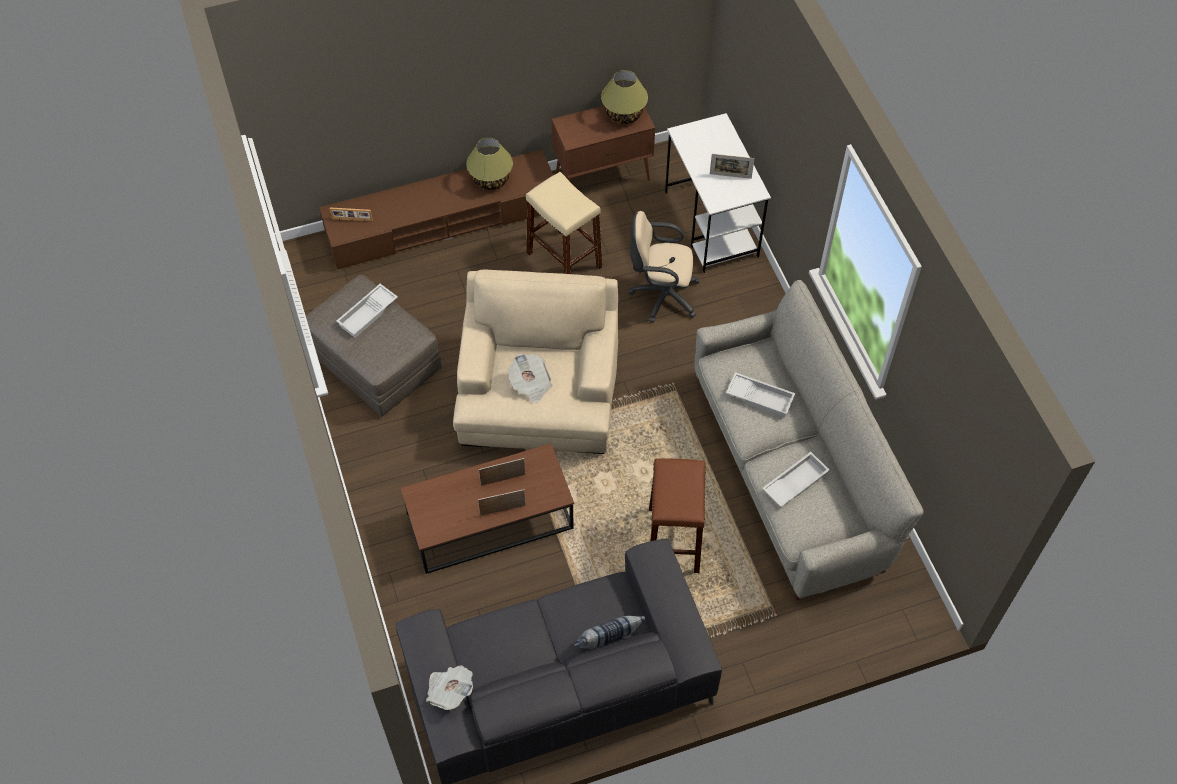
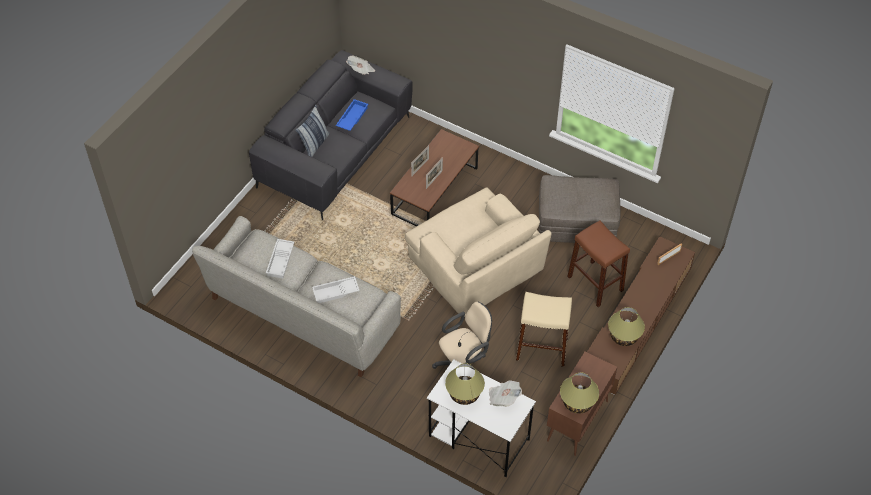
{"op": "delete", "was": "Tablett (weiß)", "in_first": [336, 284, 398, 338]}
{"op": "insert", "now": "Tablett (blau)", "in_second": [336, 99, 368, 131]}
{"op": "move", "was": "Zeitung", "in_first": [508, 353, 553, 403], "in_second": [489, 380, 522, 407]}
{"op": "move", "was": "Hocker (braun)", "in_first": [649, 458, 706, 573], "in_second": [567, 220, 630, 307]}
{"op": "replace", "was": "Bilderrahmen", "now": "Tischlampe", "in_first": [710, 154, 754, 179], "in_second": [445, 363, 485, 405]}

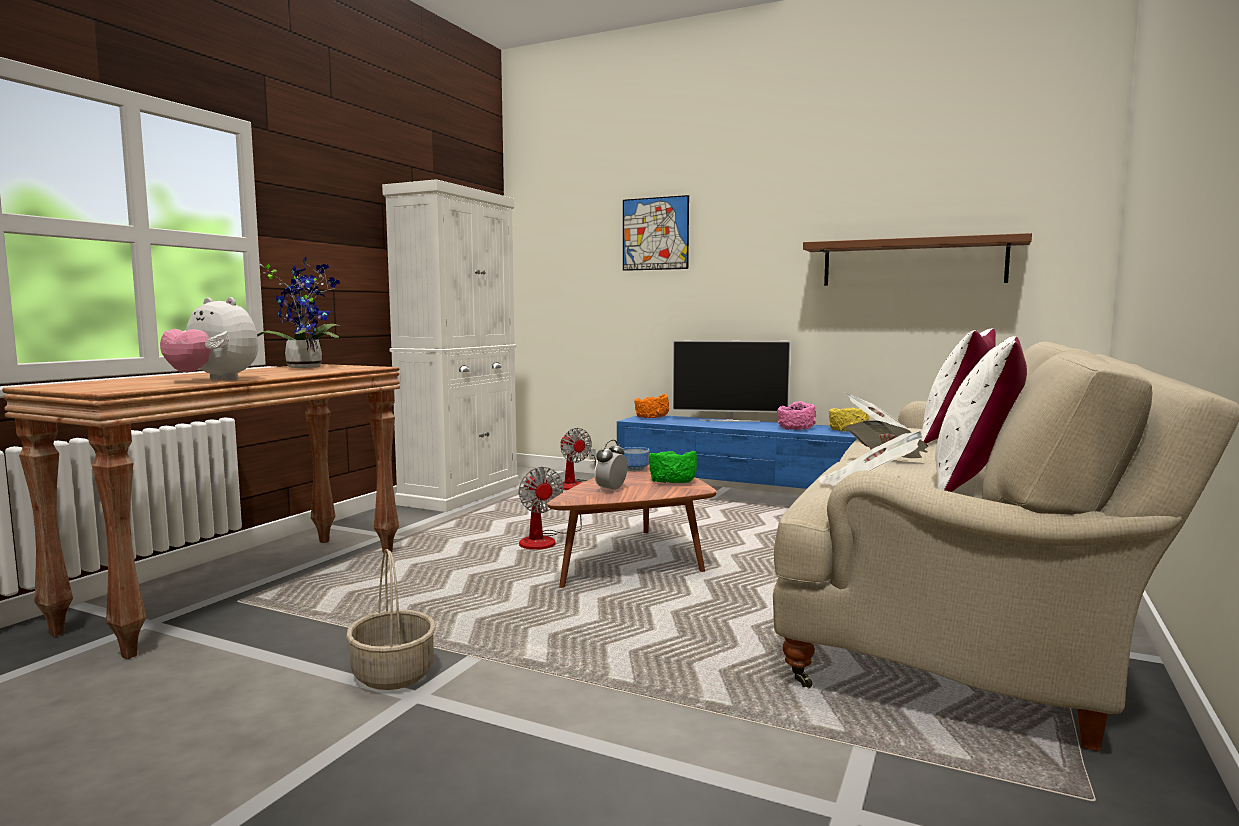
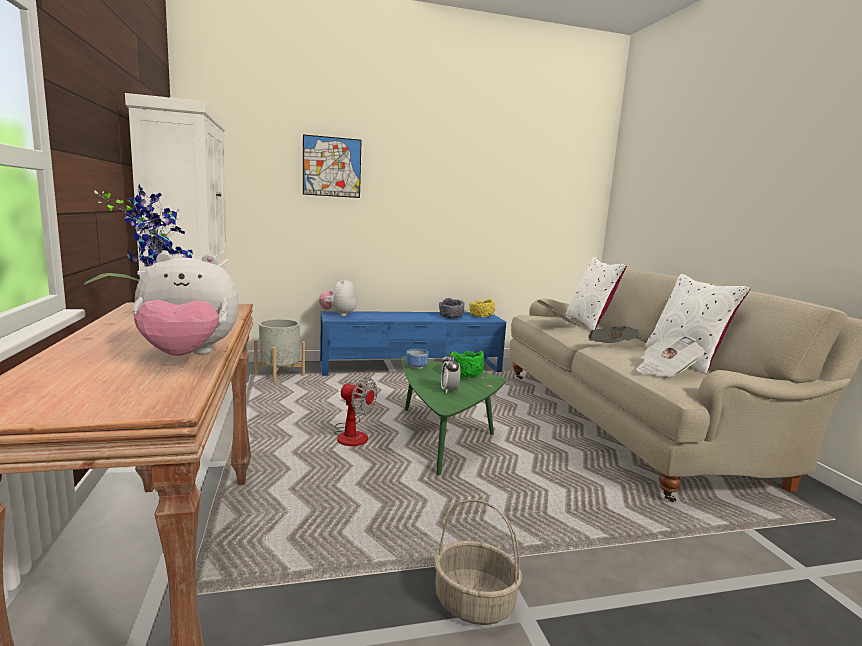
{"op": "delete", "was": "Fernseher", "in_first": [672, 340, 791, 422]}
{"op": "delete", "was": "Wandregal (braun)", "in_first": [803, 233, 1032, 286]}
{"op": "replace", "was": "Ventilator", "now": "Pflanzkübel (grau)", "in_first": [559, 428, 596, 490], "in_second": [254, 319, 305, 383]}
{"op": "replace", "was": "Schüssel (orange)", "now": "Plüschtier", "in_first": [634, 394, 669, 418], "in_second": [319, 278, 357, 316]}
{"op": "recolor", "was": "Couchtisch (braun)", "now": "Couchtisch (grün)", "in_first": [547, 465, 717, 588], "in_second": [402, 356, 506, 475]}
{"op": "recolor", "was": "Schüssel (rosa)", "now": "Schüssel (grau)", "in_first": [777, 401, 816, 430], "in_second": [439, 298, 464, 319]}

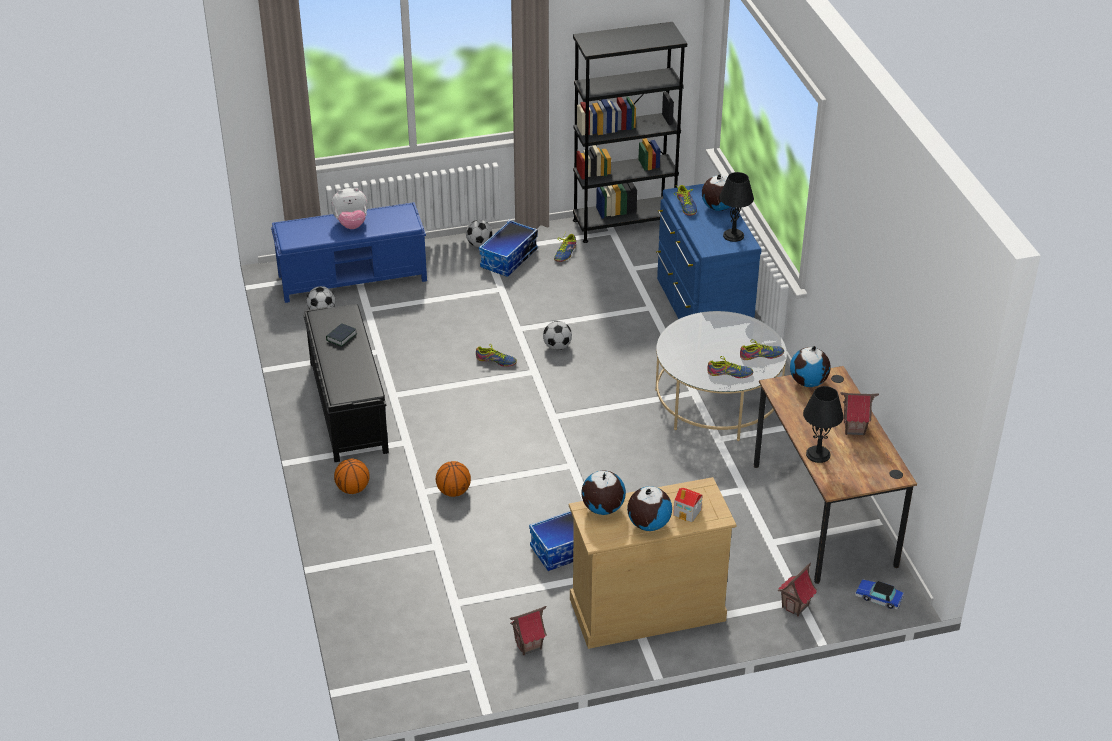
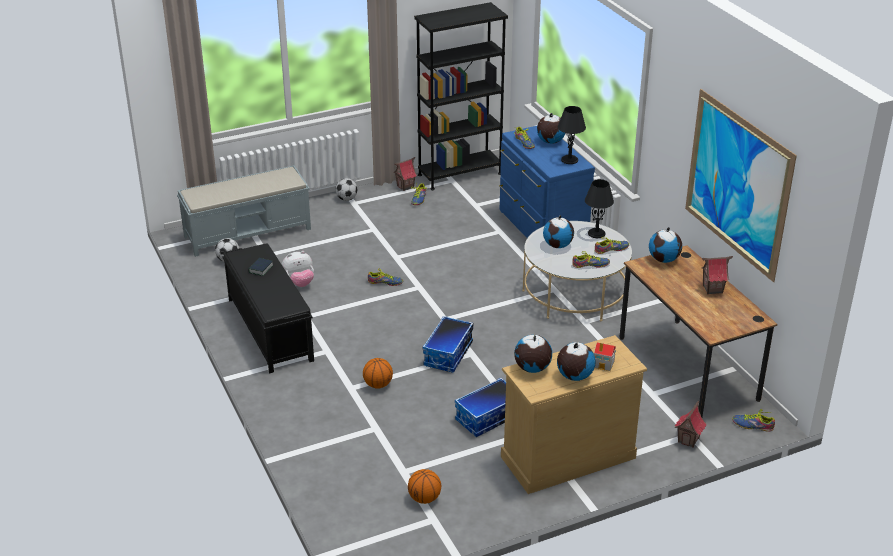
{"op": "delete", "was": "Fußball", "in_first": [543, 321, 572, 350]}
{"op": "insert", "now": "Globus", "in_second": [543, 215, 574, 248]}
{"op": "insert", "now": "Bild", "in_second": [685, 89, 797, 282]}
{"op": "move", "was": "Plüschtier", "in_first": [331, 188, 368, 229], "in_second": [282, 251, 314, 287]}
{"op": "move", "was": "Basketball", "in_first": [334, 459, 370, 494], "in_second": [408, 469, 441, 504]}
{"op": "move", "was": "Aufbewahrungsbox", "in_first": [479, 220, 538, 277], "in_second": [423, 316, 473, 373]}
{"op": "move", "was": "Spielzeughaus", "in_first": [510, 606, 547, 655], "in_second": [393, 157, 417, 191]}
{"op": "move", "was": "Tischlampe (schwarz)", "in_first": [803, 386, 844, 463], "in_second": [585, 179, 614, 238]}
{"op": "replace", "was": "Spielzeugauto", "now": "Schuh", "in_first": [855, 579, 904, 610], "in_second": [732, 409, 775, 432]}
{"op": "recolor", "was": "Bank (blau)", "now": "Bank (grau)", "in_first": [271, 202, 427, 303], "in_second": [177, 165, 311, 257]}

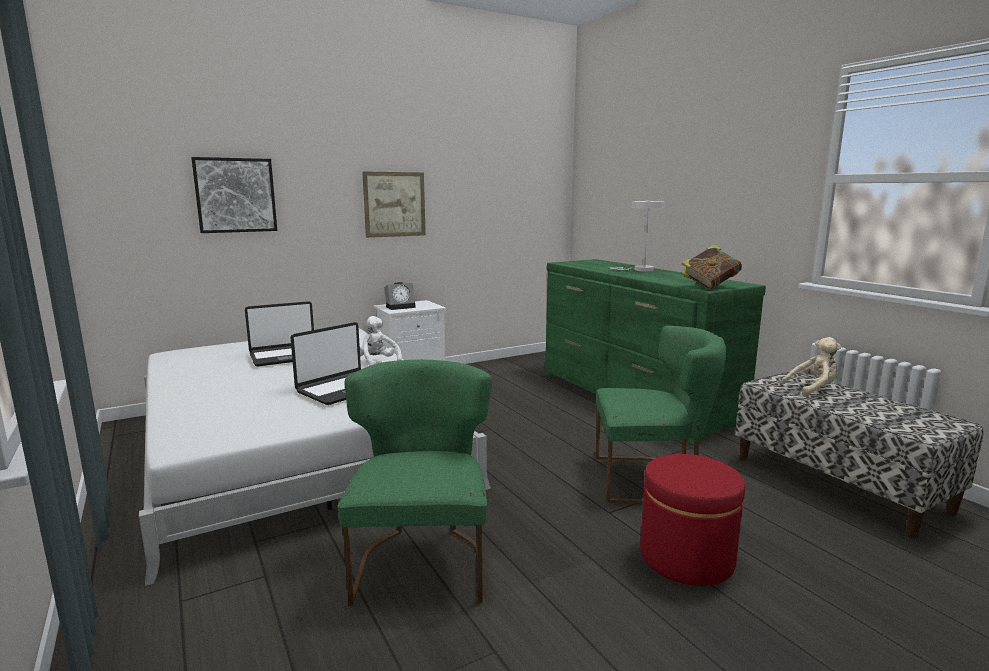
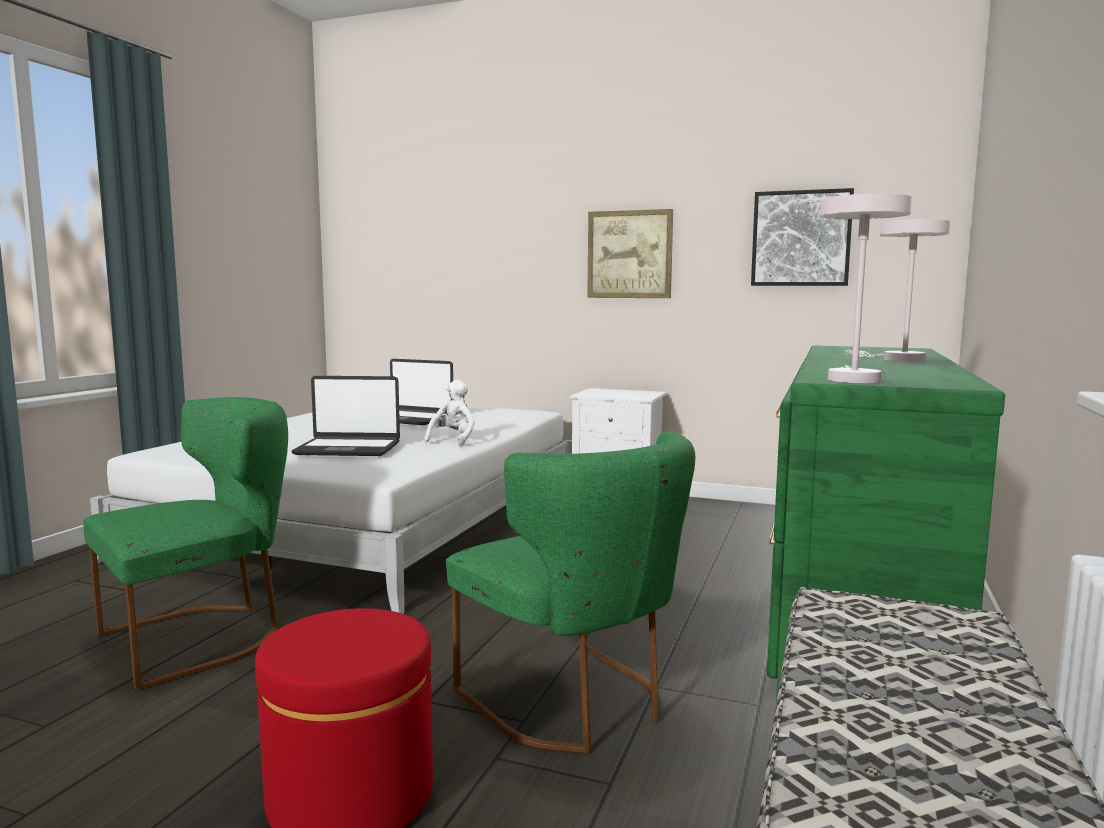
{"op": "delete", "was": "Wecker", "in_first": [384, 282, 416, 310]}
{"op": "delete", "was": "Plüschtier (beige)", "in_first": [781, 337, 841, 397]}
{"op": "move", "was": "Bild", "in_first": [191, 157, 277, 233], "in_second": [751, 188, 854, 286]}
{"op": "replace", "was": "Buch", "now": "Tischlampe (weiß)", "in_first": [681, 244, 742, 290], "in_second": [821, 193, 912, 383]}

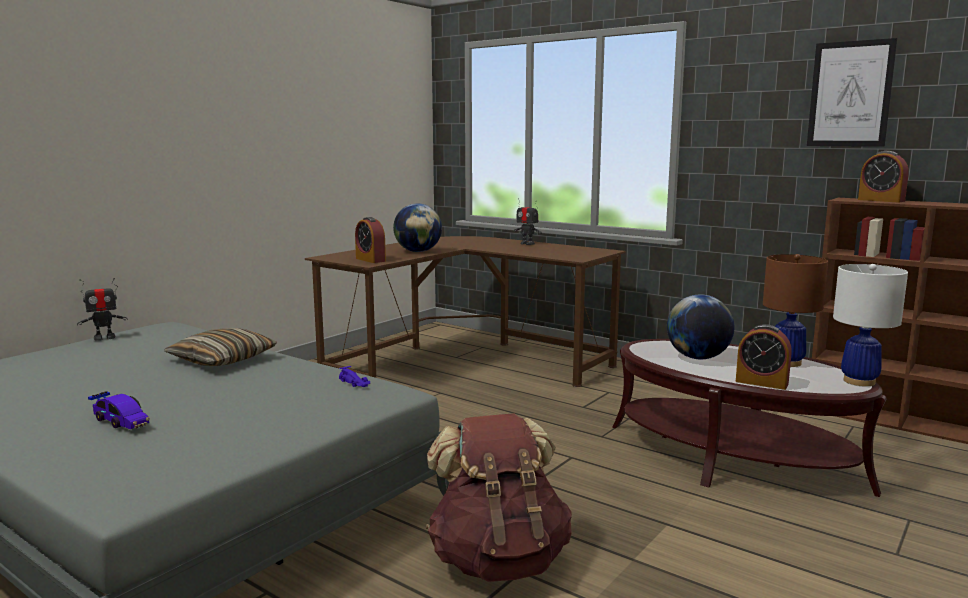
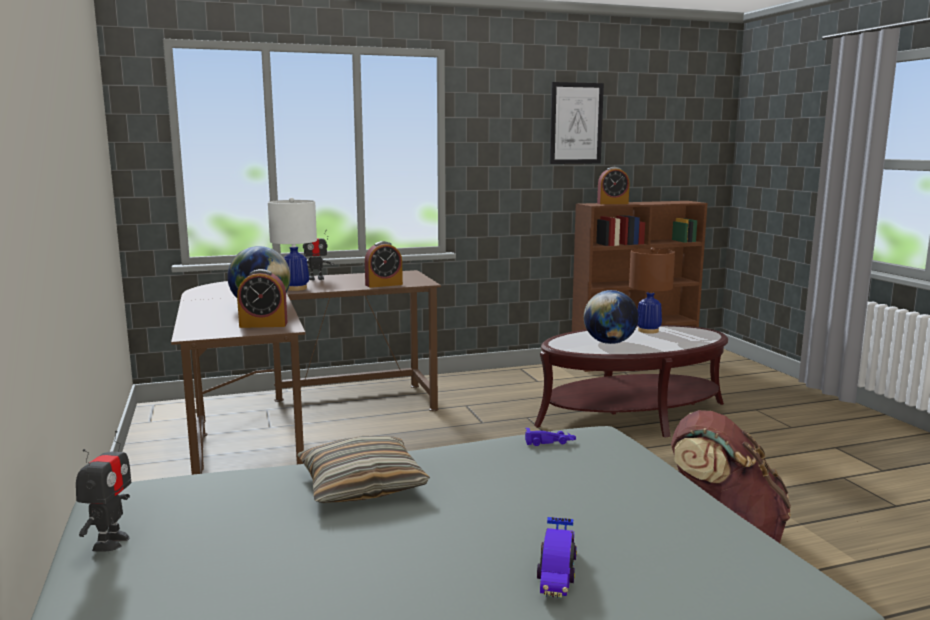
{"op": "move", "was": "Wecker", "in_first": [736, 324, 792, 390], "in_second": [365, 241, 403, 288]}
{"op": "move", "was": "Tischlampe (weiß)", "in_first": [833, 264, 908, 386], "in_second": [268, 198, 317, 291]}
{"op": "rotate", "was": "Spielzeugauto", "in_first": [88, 391, 150, 429], "in_second": [537, 517, 577, 598], "clockwise": 120}

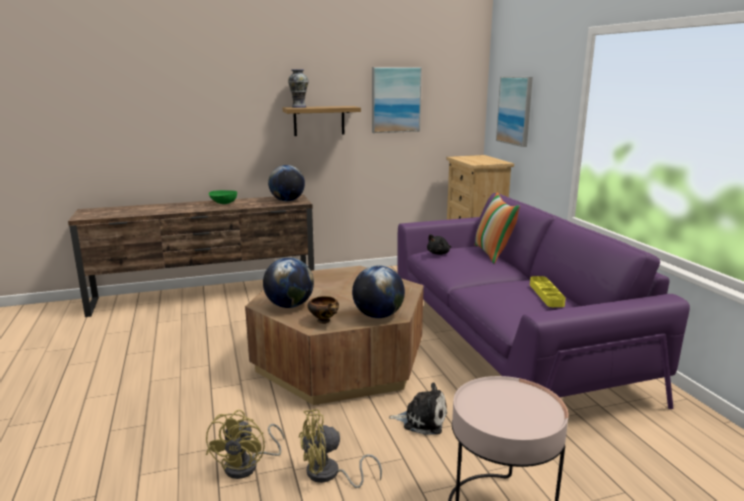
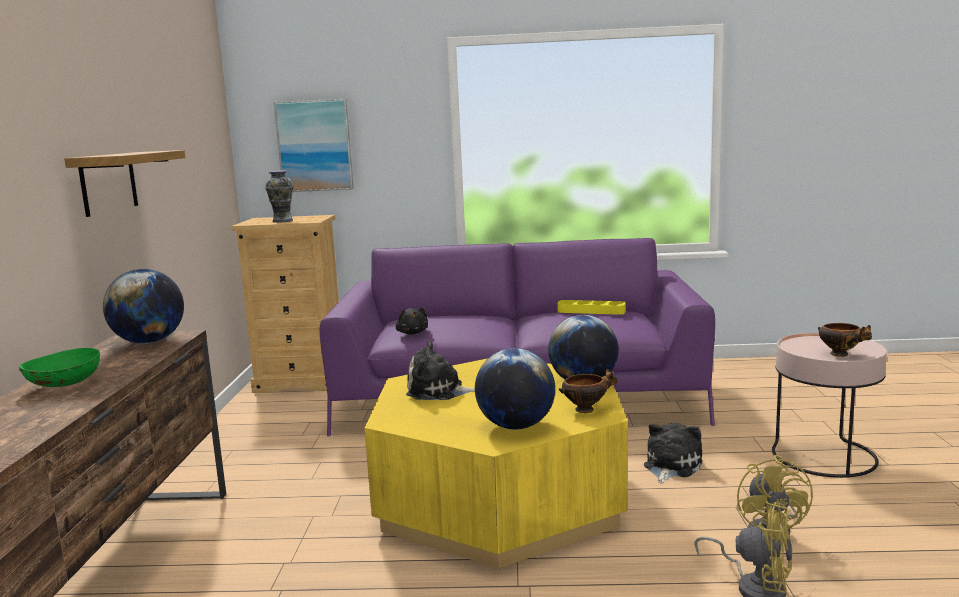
{"op": "delete", "was": "Bild", "in_first": [372, 67, 422, 133]}
{"op": "delete", "was": "Kissen", "in_first": [475, 193, 520, 264]}
{"op": "insert", "now": "Plüschtier", "in_second": [406, 340, 475, 400]}
{"op": "insert", "now": "Schüssel", "in_second": [818, 323, 872, 357]}
{"op": "move", "was": "Vase", "in_first": [288, 69, 309, 108], "in_second": [265, 170, 294, 223]}
{"op": "recolor", "was": "Couchtisch (braun)", "now": "Couchtisch (gelb)", "in_first": [245, 266, 424, 405], "in_second": [364, 358, 628, 568]}

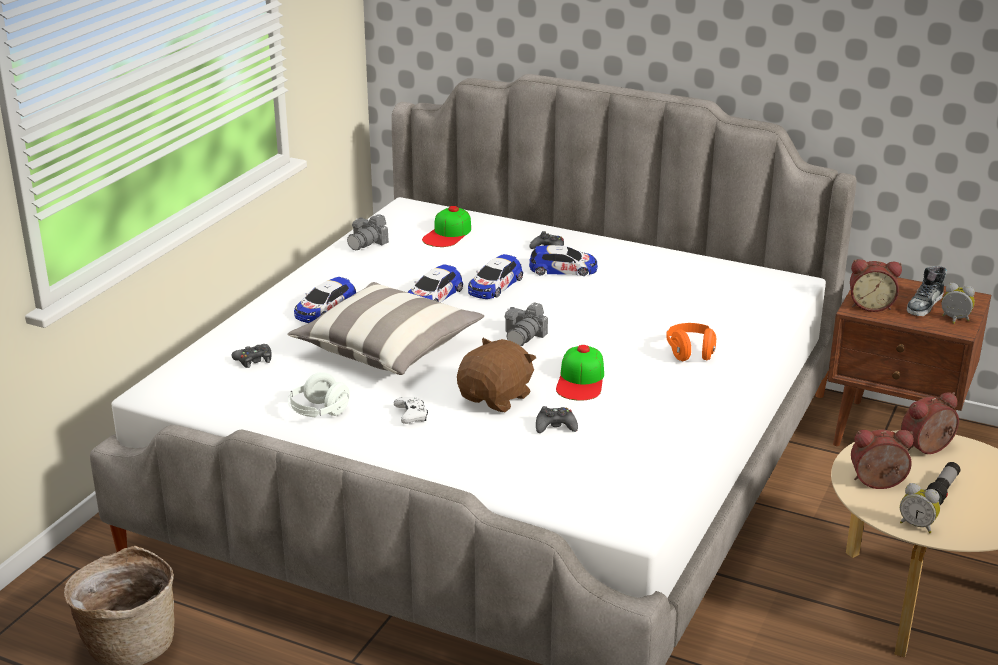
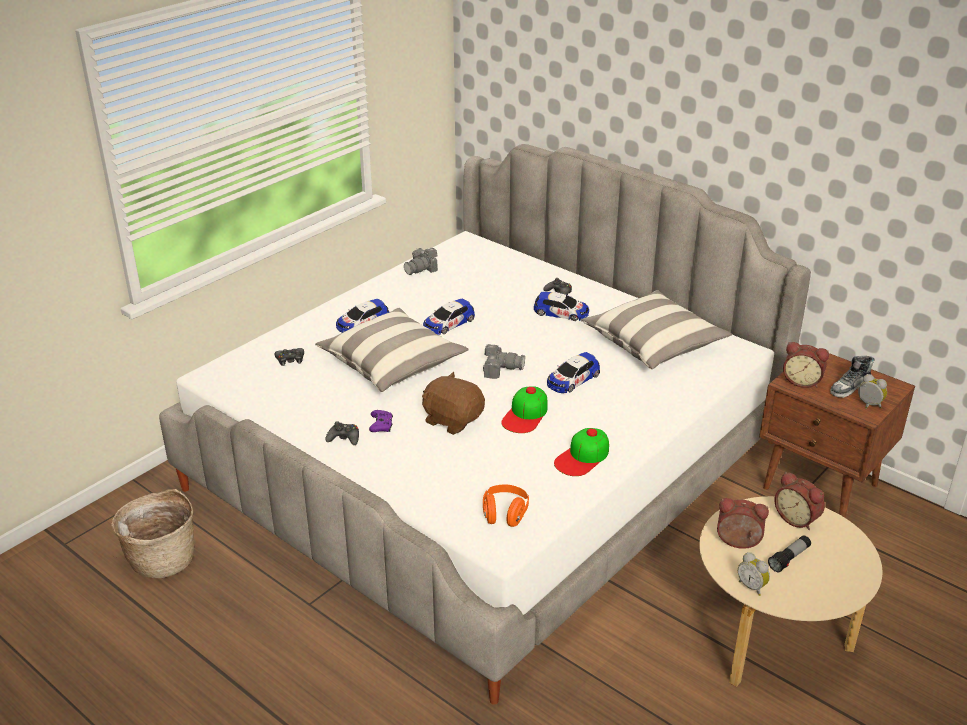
{"op": "delete", "was": "Kopfhörer (weiß)", "in_first": [288, 373, 350, 417]}
{"op": "insert", "now": "Kissen", "in_second": [581, 290, 732, 369]}
{"op": "move", "was": "Kappe", "in_first": [422, 206, 471, 247], "in_second": [554, 428, 609, 476]}
{"op": "move", "was": "Spielzeugauto", "in_first": [468, 254, 523, 299], "in_second": [547, 352, 600, 393]}
{"op": "move", "was": "Gamepad (schwarz)", "in_first": [536, 406, 578, 433], "in_second": [326, 421, 359, 445]}
{"op": "move", "was": "Kopfhörer (orange)", "in_first": [666, 323, 716, 361], "in_second": [483, 485, 529, 527]}
{"op": "recolor", "was": "Gamepad (weiß)", "now": "Gamepad (lila)", "in_first": [394, 397, 428, 424], "in_second": [369, 410, 393, 432]}
{"op": "rotate", "was": "Plüschtier (braun)", "in_first": [457, 338, 536, 412], "in_second": [422, 372, 485, 435], "clockwise": -105}
{"op": "rotate", "was": "Kamera", "in_first": [504, 302, 548, 346], "in_second": [483, 344, 525, 379], "clockwise": -120}
{"op": "rotate", "was": "Wecker", "in_first": [901, 392, 959, 454], "in_second": [774, 472, 825, 530], "clockwise": -120}

